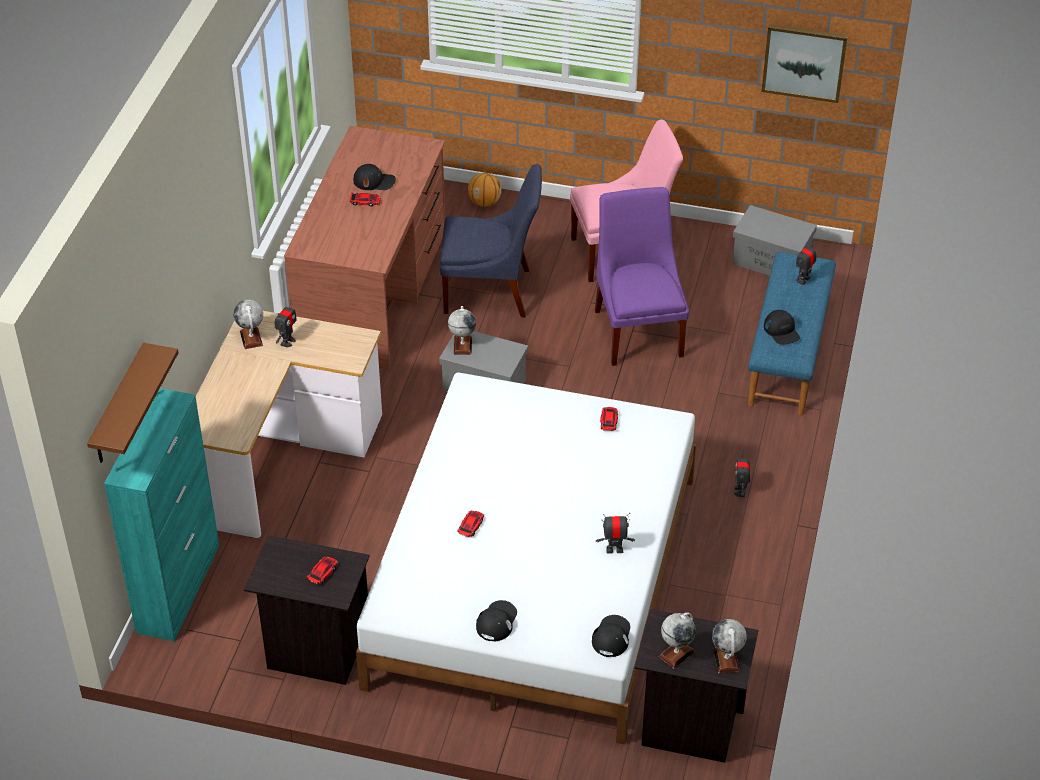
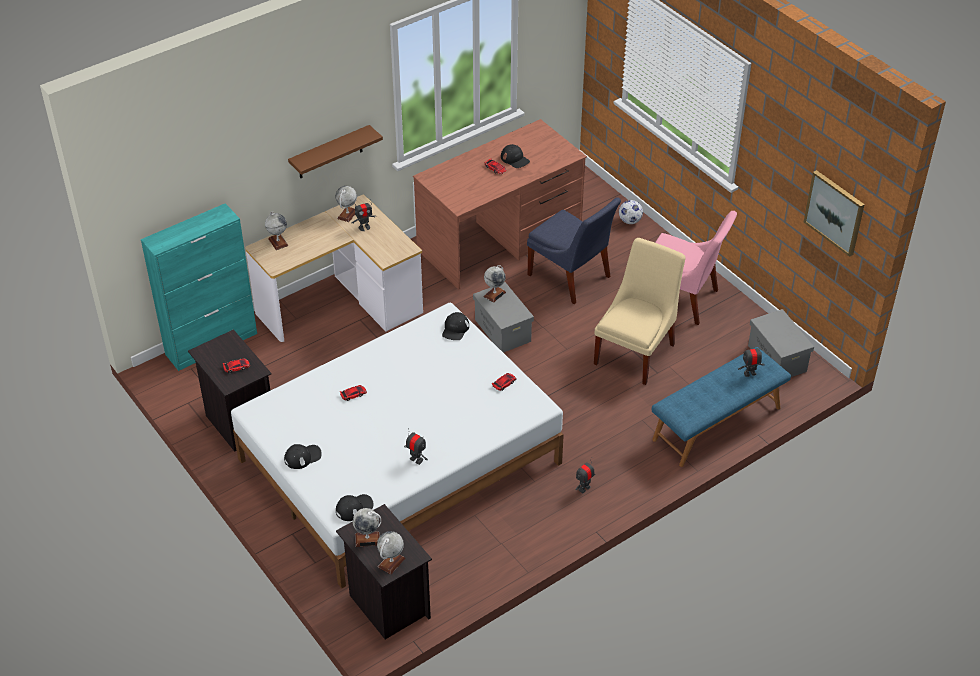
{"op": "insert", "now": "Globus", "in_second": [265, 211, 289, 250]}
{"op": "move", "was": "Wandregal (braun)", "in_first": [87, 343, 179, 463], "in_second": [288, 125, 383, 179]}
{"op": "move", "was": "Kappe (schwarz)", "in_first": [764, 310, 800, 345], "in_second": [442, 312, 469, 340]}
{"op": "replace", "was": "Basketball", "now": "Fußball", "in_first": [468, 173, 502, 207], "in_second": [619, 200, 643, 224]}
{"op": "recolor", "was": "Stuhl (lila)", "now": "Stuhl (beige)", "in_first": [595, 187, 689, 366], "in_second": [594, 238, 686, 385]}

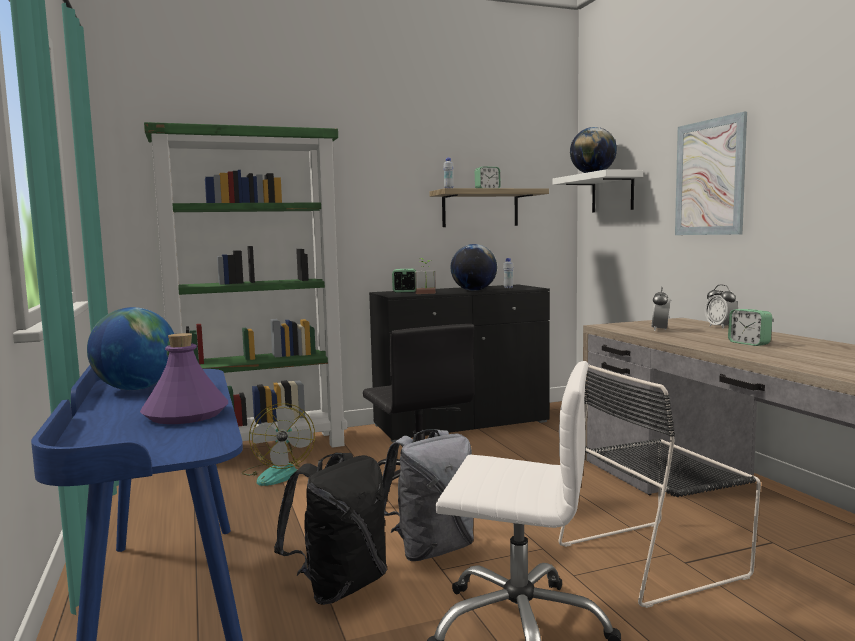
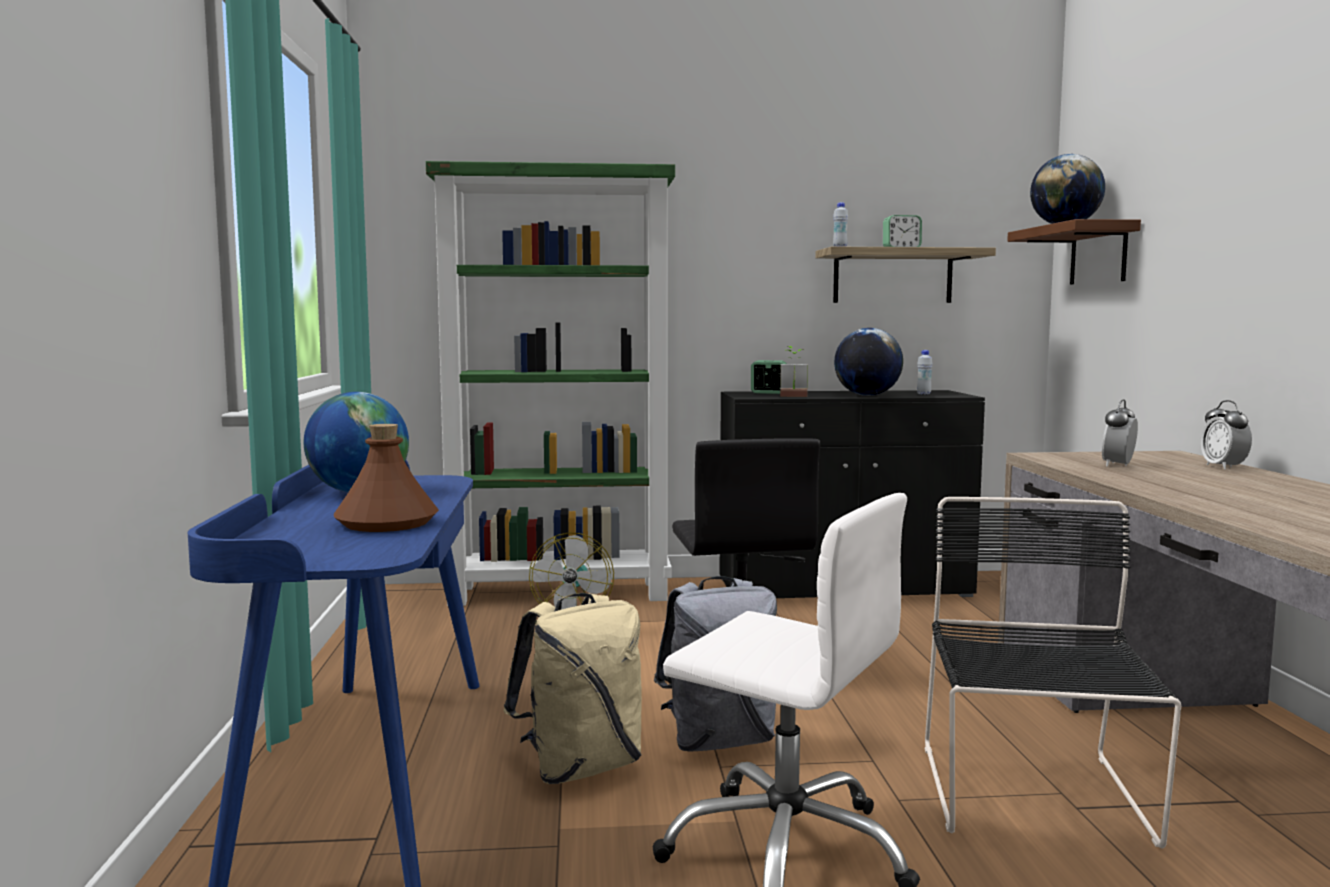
{"op": "delete", "was": "Bild", "in_first": [675, 112, 747, 235]}
{"op": "delete", "was": "Wecker", "in_first": [728, 309, 772, 346]}
{"op": "recolor", "was": "Flasche (lila)", "now": "Flasche (braun)", "in_first": [140, 333, 228, 424], "in_second": [334, 424, 439, 532]}
{"op": "recolor", "was": "Rucksack (schwarz)", "now": "Rucksack (beige)", "in_first": [274, 453, 387, 605], "in_second": [503, 593, 642, 784]}
{"op": "recolor", "was": "Wandregal (weiß)", "now": "Wandregal (braun)", "in_first": [553, 169, 643, 212], "in_second": [1007, 219, 1141, 285]}
{"op": "rotate", "was": "Stuhl (schwarz)", "in_first": [558, 364, 761, 608], "in_second": [925, 497, 1181, 848], "clockwise": 105}

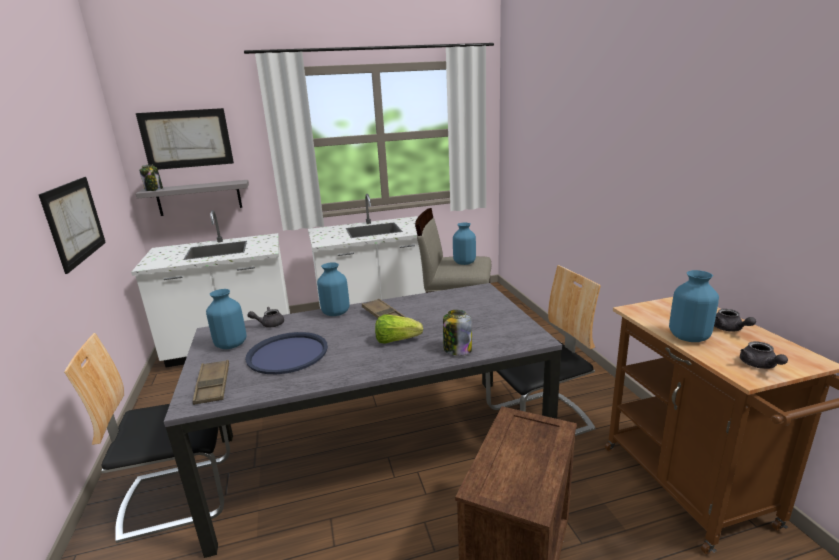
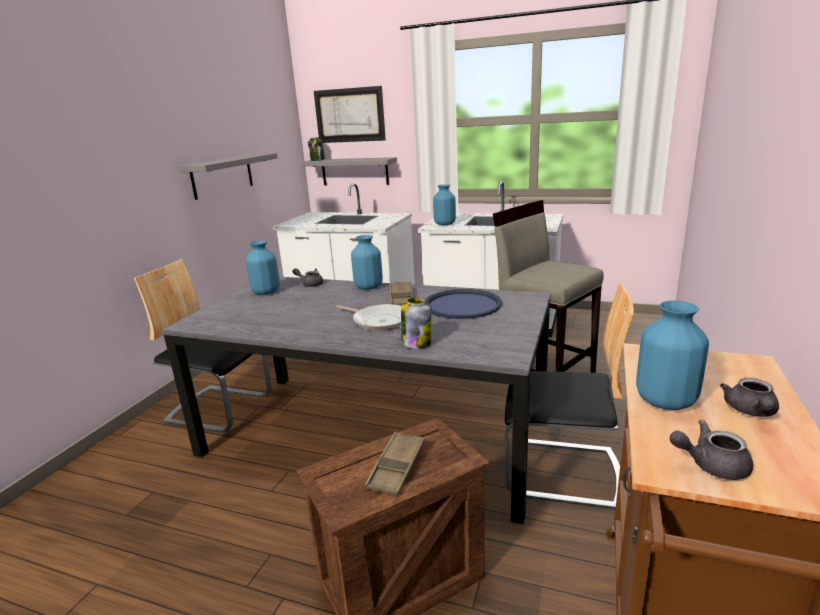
{"op": "move", "was": "Tablett (braun)", "in_first": [193, 360, 229, 405], "in_second": [365, 432, 425, 496]}
{"op": "move", "was": "Tablett (blau)", "in_first": [245, 332, 328, 374], "in_second": [425, 289, 502, 319]}
{"op": "move", "was": "Vase (blau)", "in_first": [453, 223, 476, 265], "in_second": [433, 184, 456, 225]}
{"op": "replace", "was": "Bild", "now": "Wandregal (grau)", "in_first": [39, 177, 106, 274], "in_second": [179, 153, 278, 200]}
{"op": "replace", "was": "Salatkopf", "now": "Pfanne", "in_first": [375, 315, 423, 344], "in_second": [336, 304, 402, 331]}
{"op": "rotate", "was": "Teekanne (grau)", "in_first": [740, 341, 788, 369], "in_second": [670, 420, 753, 480], "clockwise": 60}

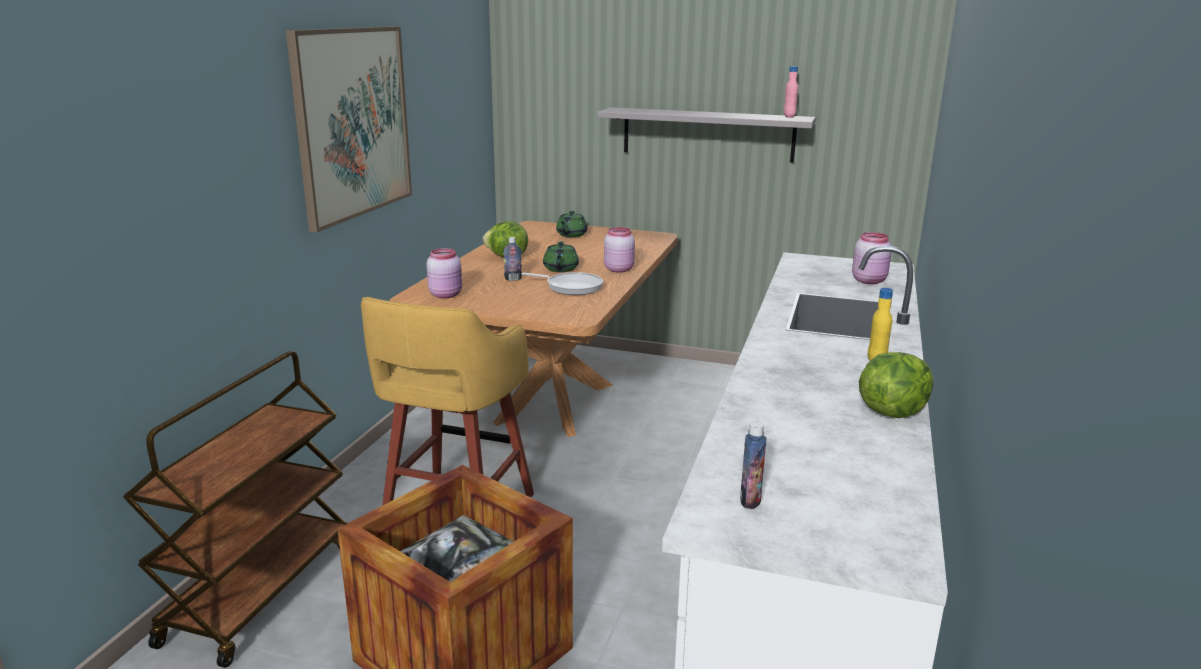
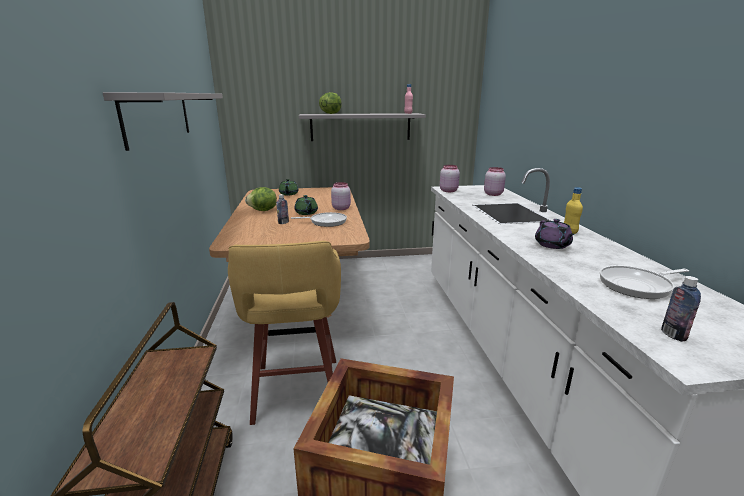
{"op": "insert", "now": "Teekanne (lila)", "in_second": [535, 219, 575, 249]}
{"op": "insert", "now": "Pfanne", "in_second": [600, 265, 689, 299]}
{"op": "move", "was": "Vorratsglas (rosa)", "in_first": [426, 248, 462, 298], "in_second": [440, 165, 460, 192]}
{"op": "move", "was": "Salatkopf", "in_first": [859, 352, 933, 418], "in_second": [319, 92, 342, 114]}
{"op": "replace", "was": "Bild", "now": "Wandregal (grau)", "in_first": [286, 26, 412, 232], "in_second": [103, 92, 223, 151]}

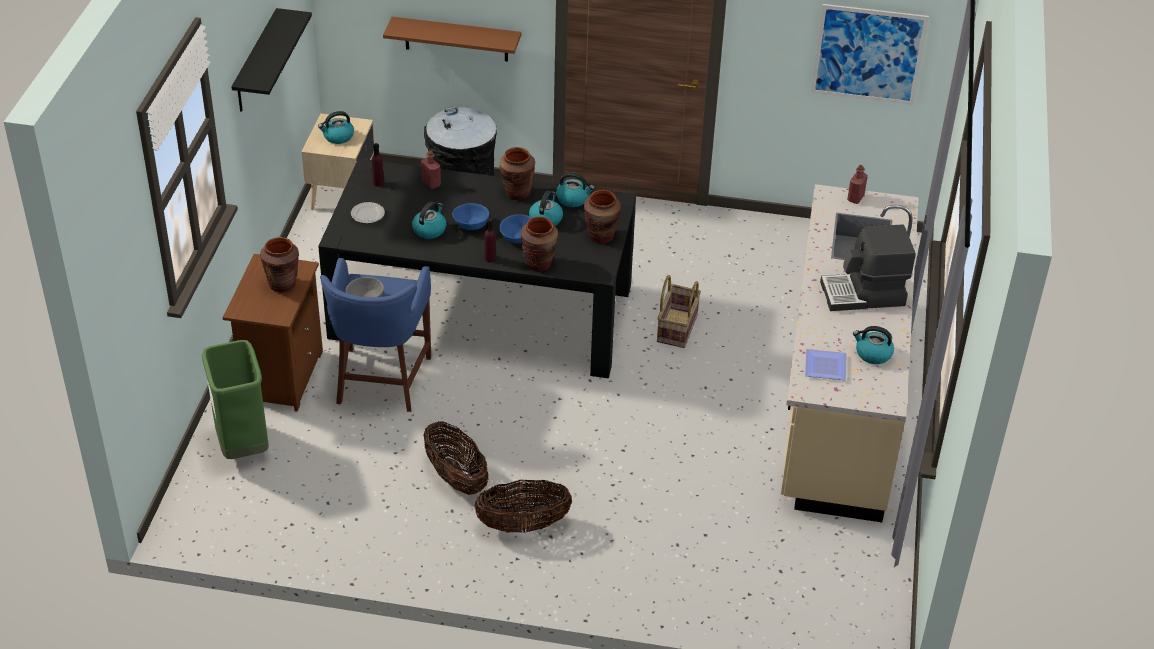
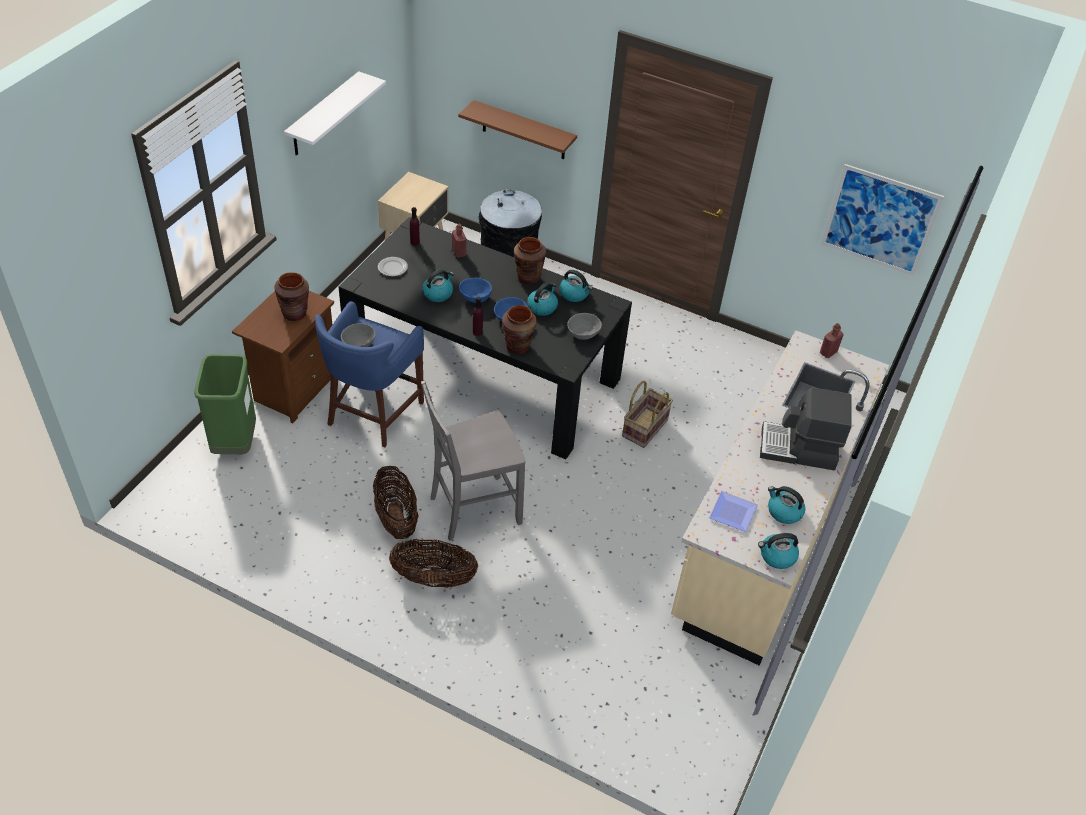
{"op": "insert", "now": "Stuhl (grau)", "in_second": [421, 381, 525, 541]}
{"op": "move", "was": "Wasserkessel", "in_first": [318, 111, 354, 144], "in_second": [758, 533, 799, 569]}
{"op": "replace", "was": "Vase (braun)", "now": "Schüssel (grau)", "in_first": [584, 190, 621, 243], "in_second": [567, 313, 602, 340]}
{"op": "recolor", "was": "Wandregal (schwarz)", "now": "Wandregal (weiß)", "in_first": [231, 8, 312, 112], "in_second": [284, 71, 386, 156]}

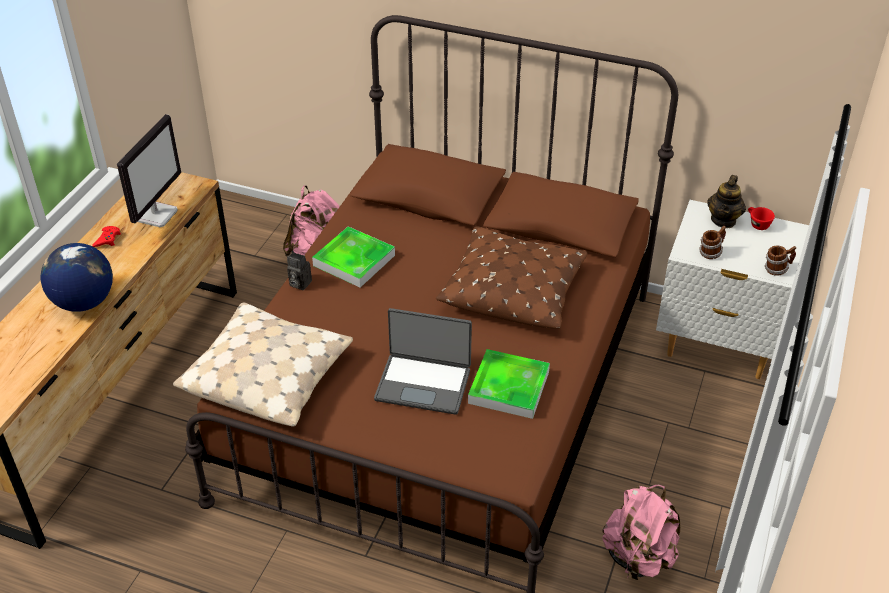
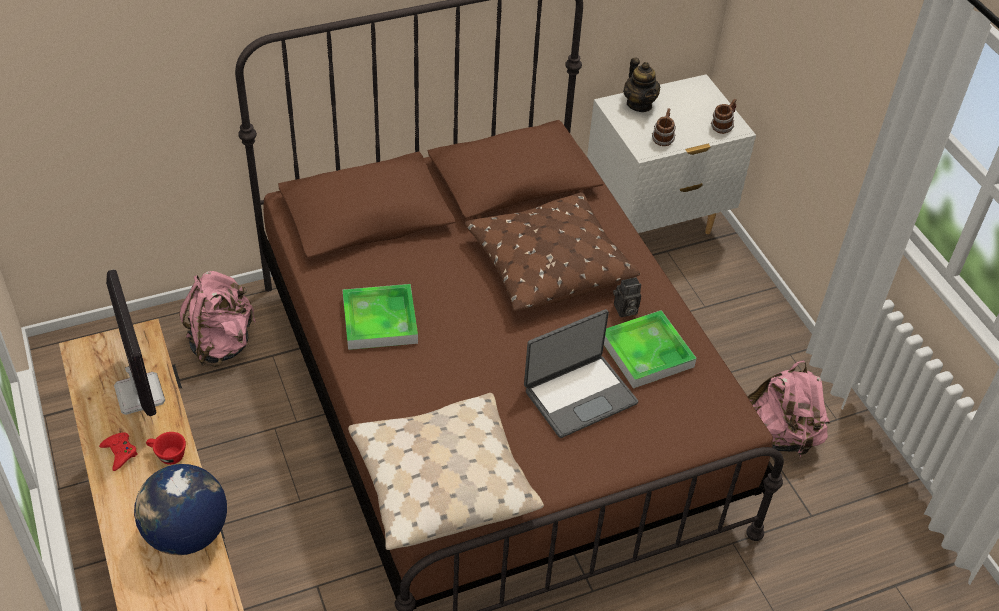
{"op": "move", "was": "Kamera", "in_first": [287, 252, 312, 290], "in_second": [613, 277, 641, 317]}
{"op": "move", "was": "Tasse (rot)", "in_first": [748, 207, 775, 230], "in_second": [146, 432, 186, 465]}

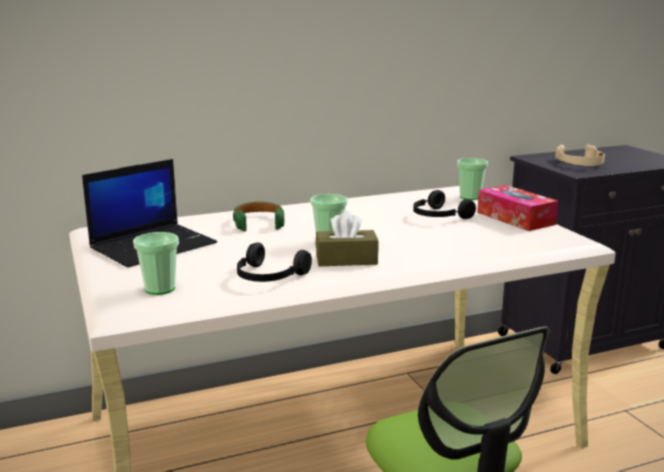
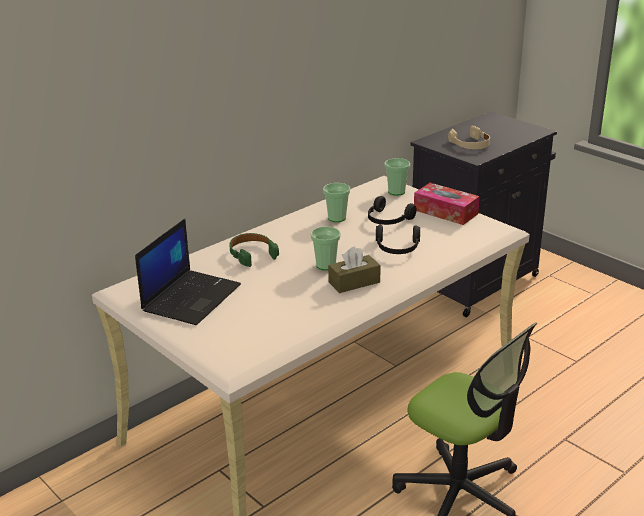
{"op": "move", "was": "Tasse", "in_first": [133, 232, 179, 295], "in_second": [323, 183, 350, 222]}
{"op": "move", "was": "Kopfhörer (schwarz)", "in_first": [237, 243, 312, 282], "in_second": [376, 225, 420, 254]}

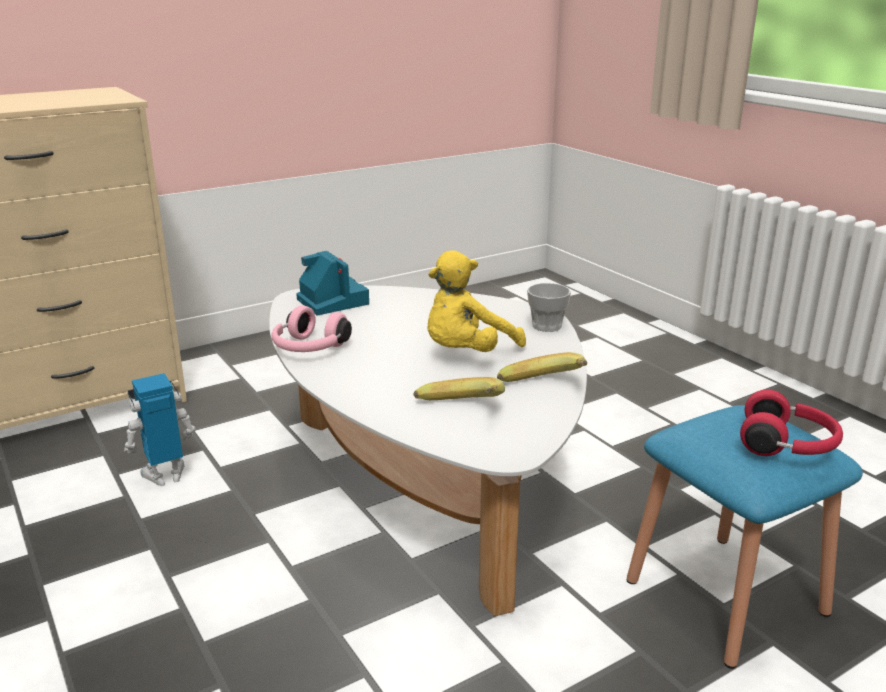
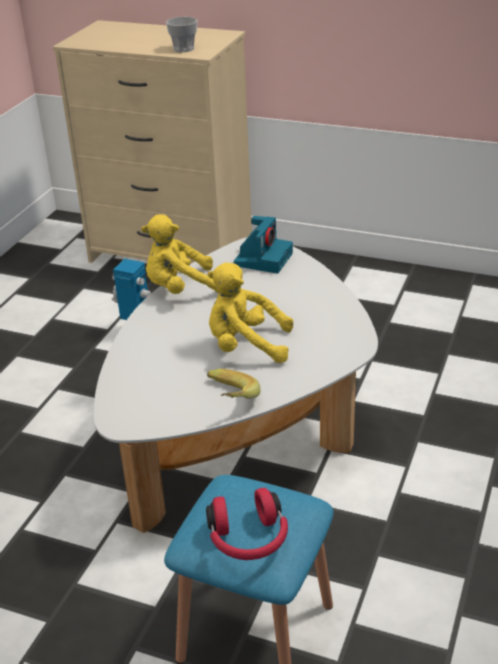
{"op": "delete", "was": "Banane", "in_first": [414, 377, 505, 400]}
{"op": "move", "was": "Tasse", "in_first": [527, 283, 571, 332], "in_second": [166, 17, 197, 52]}
{"op": "replace", "was": "Kopfhörer (rosa)", "now": "Plüschtier (gelb)", "in_first": [271, 306, 352, 352], "in_second": [141, 214, 219, 294]}

